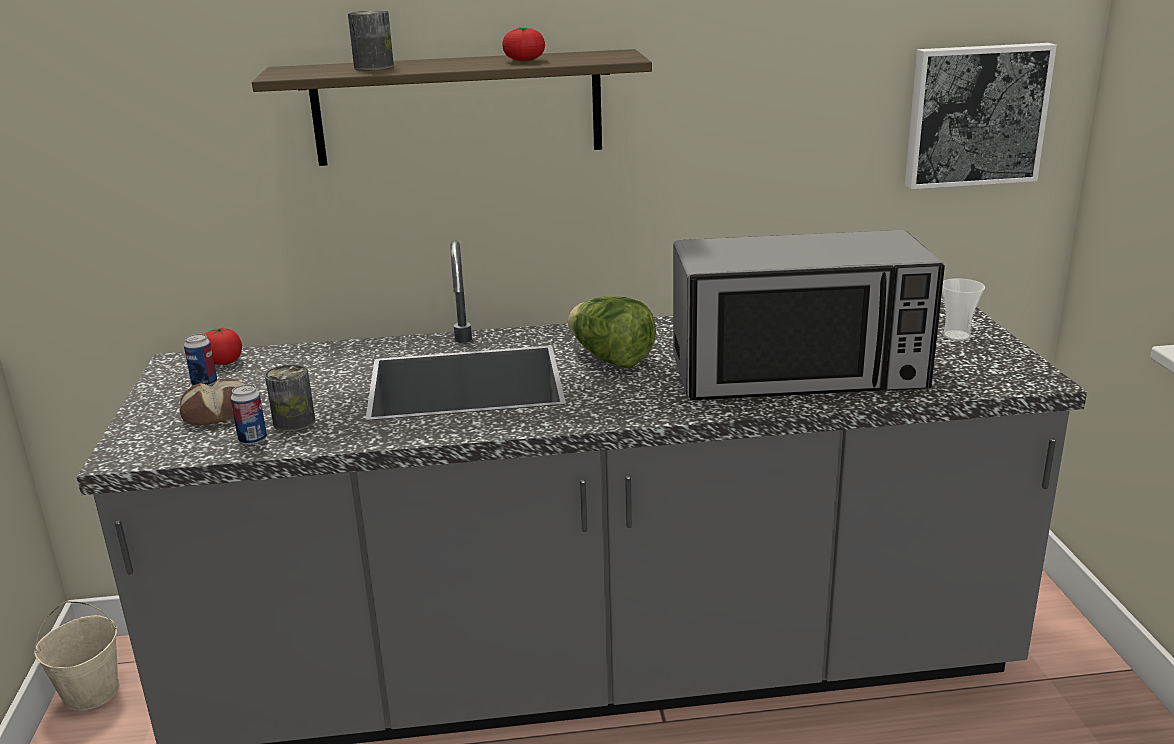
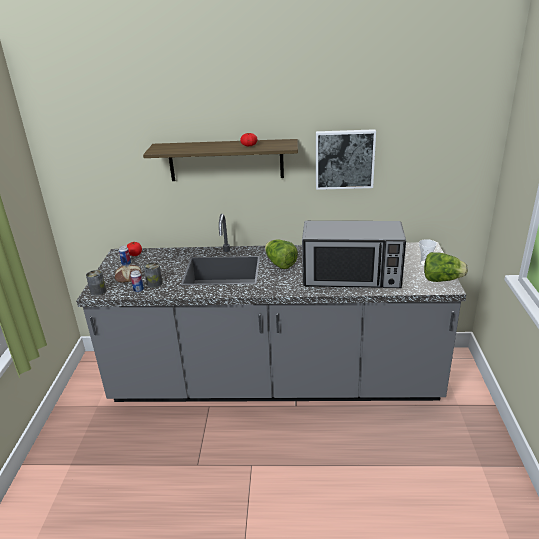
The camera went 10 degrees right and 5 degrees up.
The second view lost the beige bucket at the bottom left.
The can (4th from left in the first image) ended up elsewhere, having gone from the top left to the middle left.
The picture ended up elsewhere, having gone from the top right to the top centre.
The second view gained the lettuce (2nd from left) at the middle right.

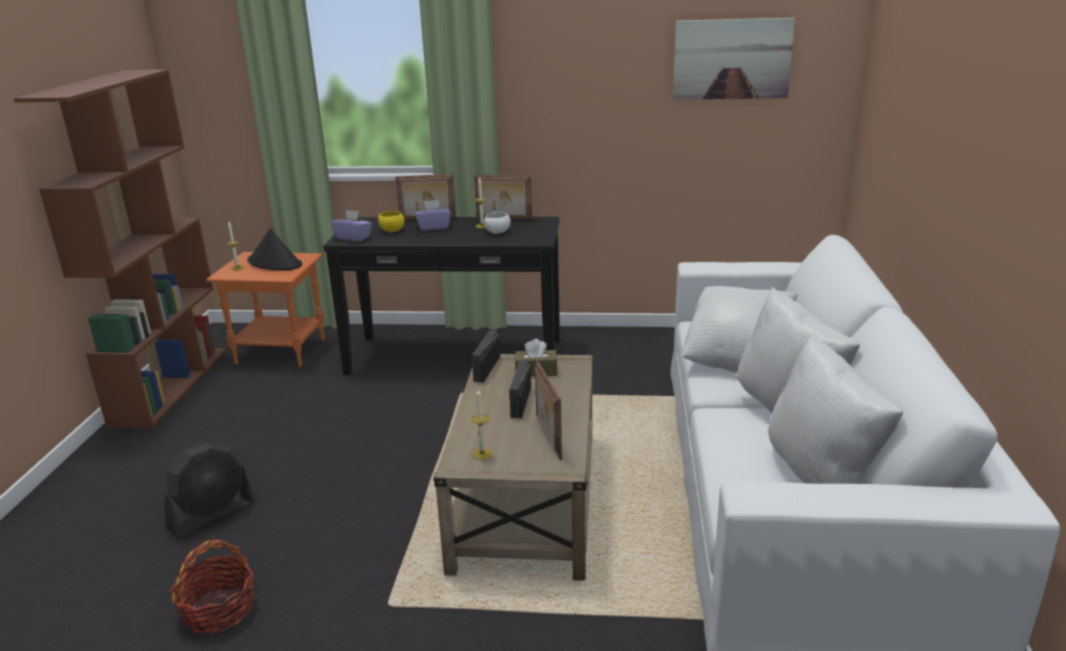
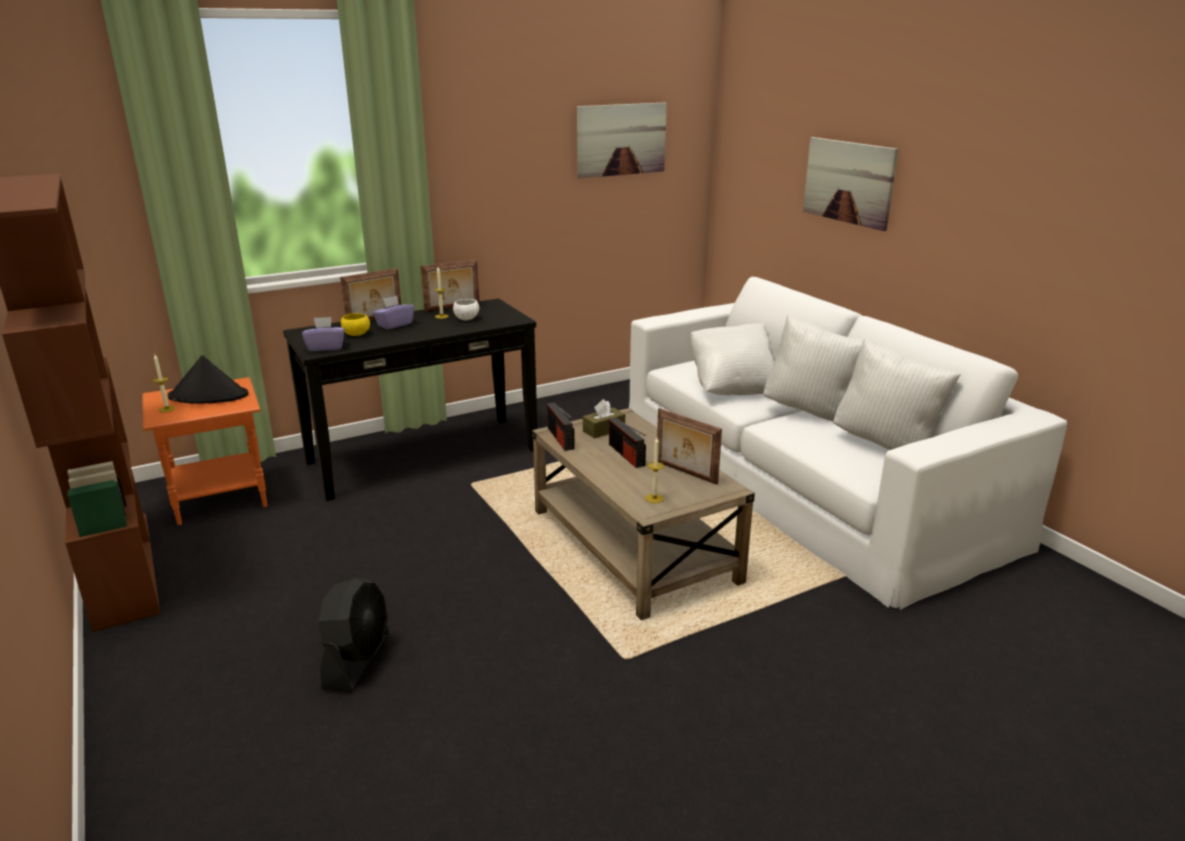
The camera went 35 degrees left and 0 degrees up.
The second view lost the basket at the bottom left.
The second view gained the picture (2nd from left) at the top right.

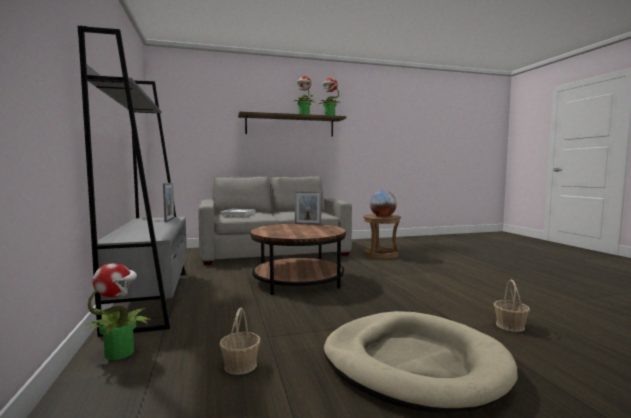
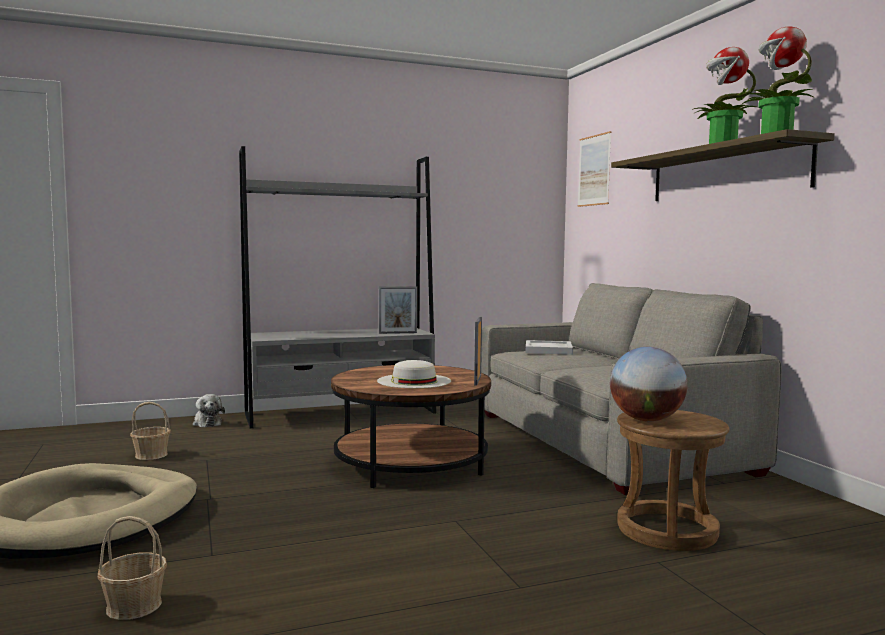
The camera went 85 degrees right and 0 degrees up.
Where the potted plant (1st from left) stood at the bottom left, the plush toy came to stand at the middle left.
The second view gained the white hat at the centre.
The second view gained the picture at the top right.

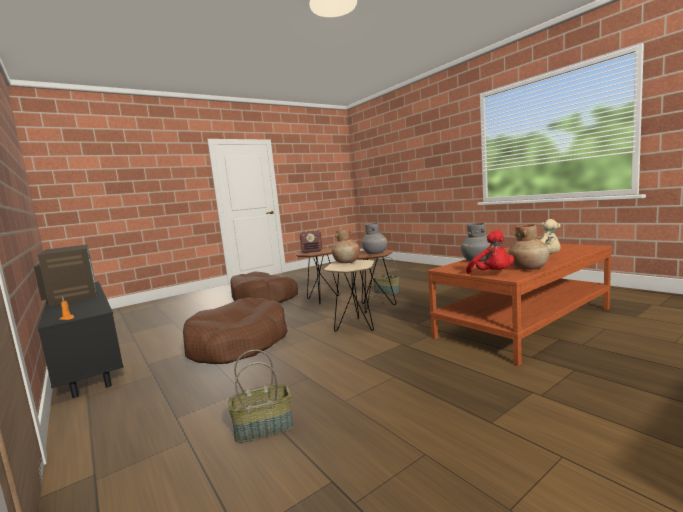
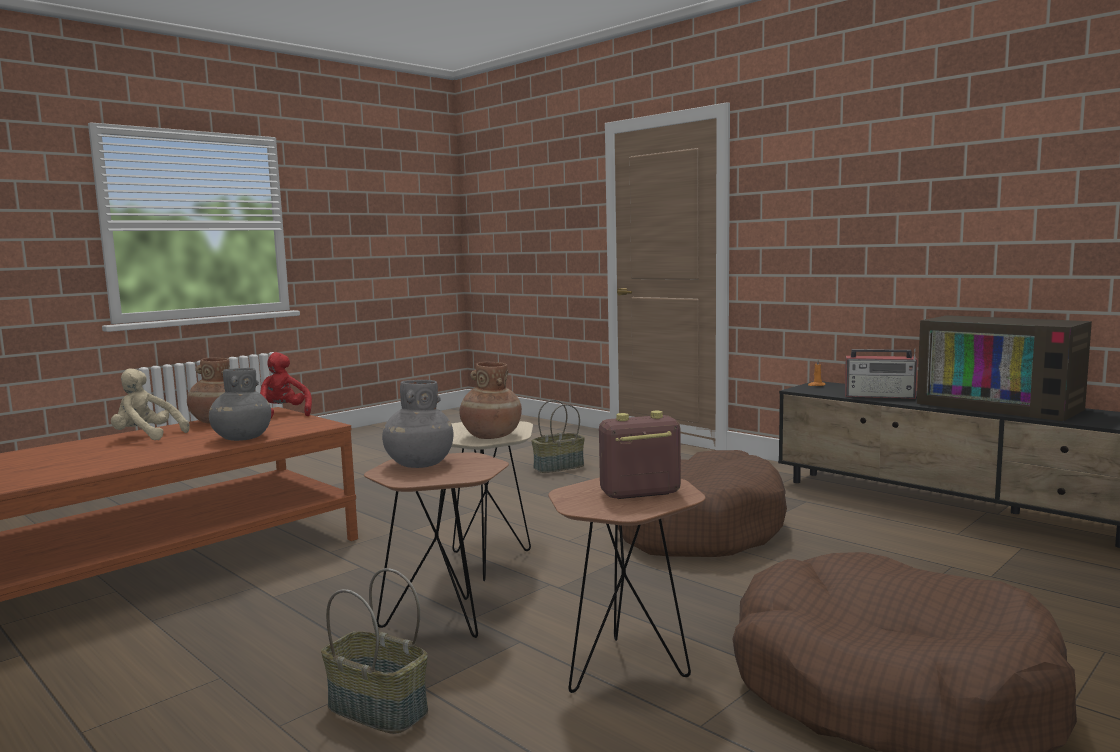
The camera went 170 degrees right and 0 degrees up.
The second view gained the radio (2nd from left) at the middle right.

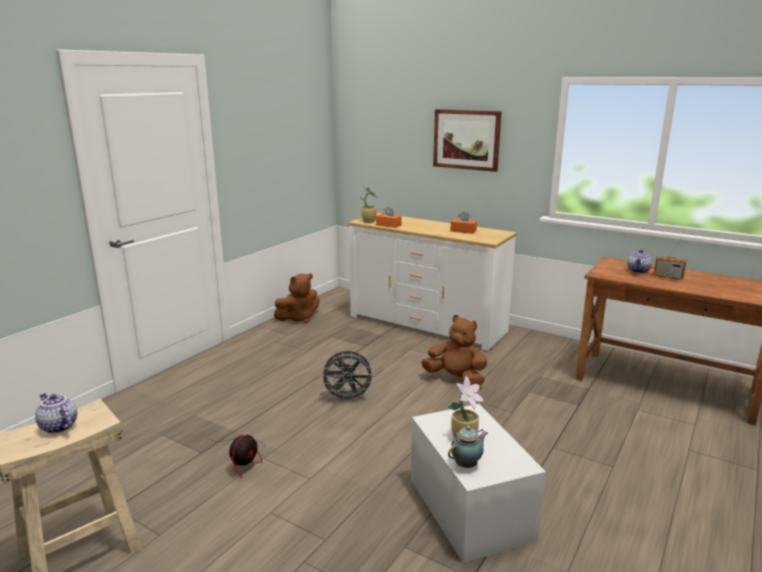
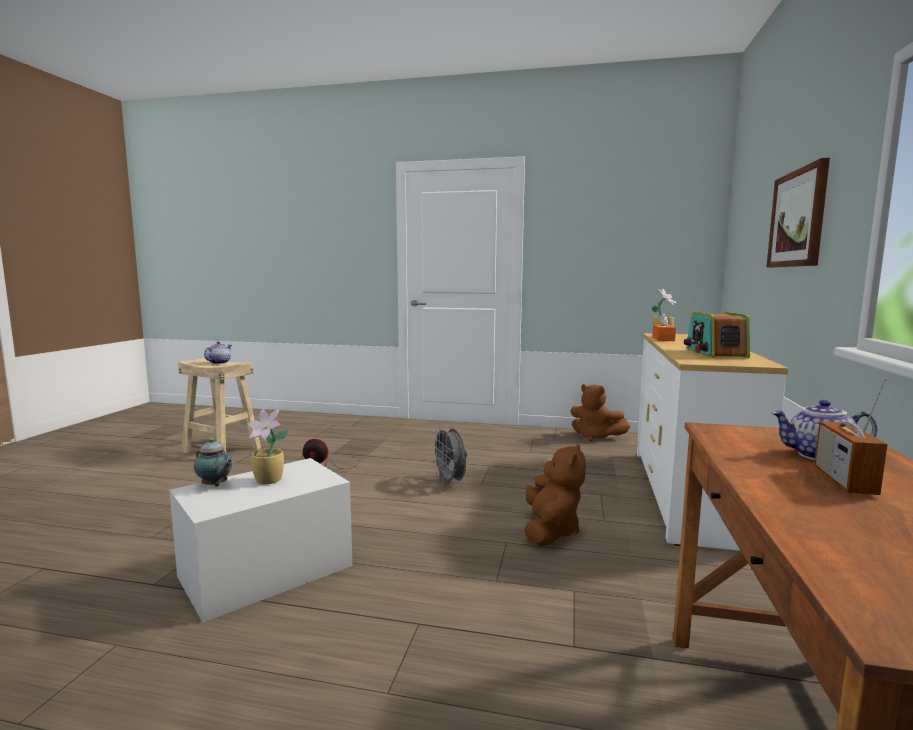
The camera went 70 degrees right and 10 degrees down.
Where the orange tissue box (2nd from left) stood at the centre, the radio (1st from left) came to stand at the middle right.

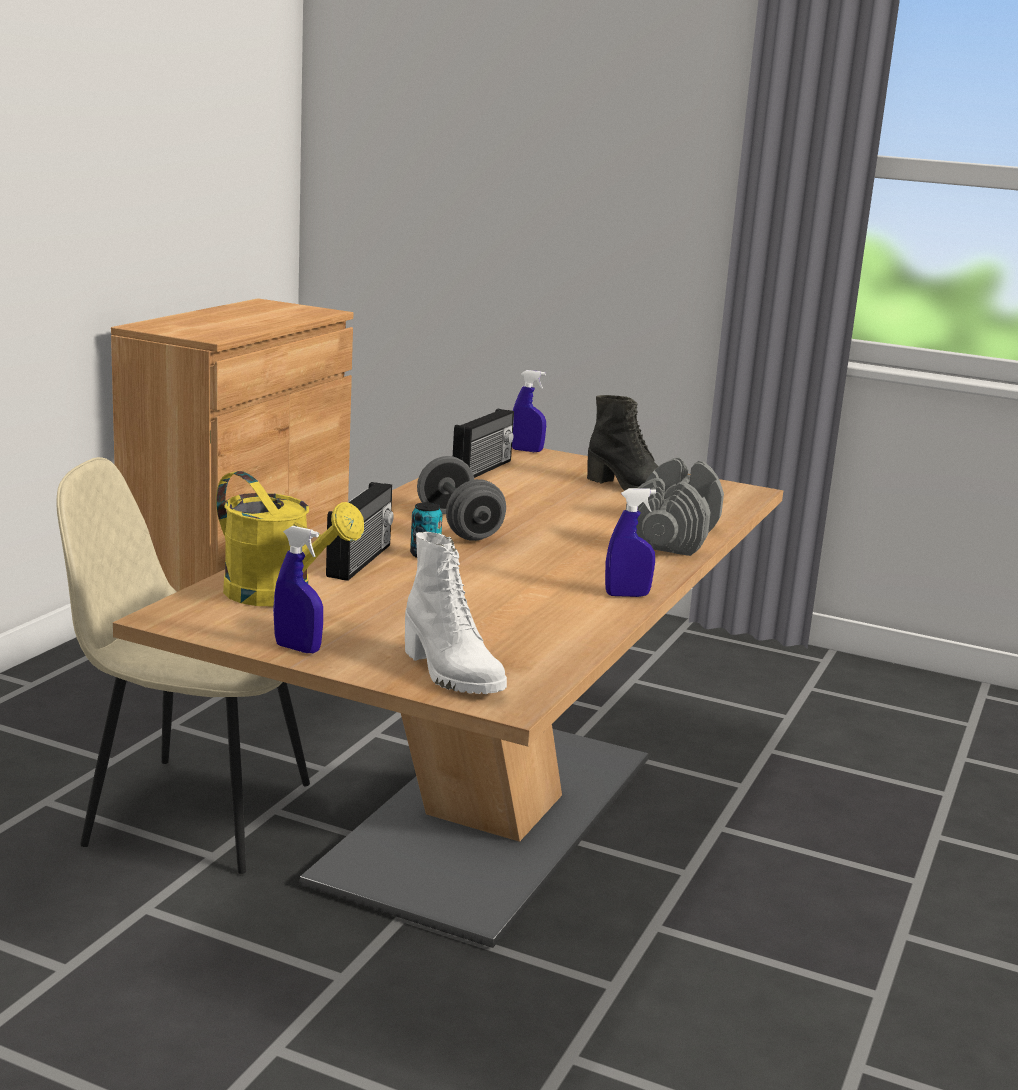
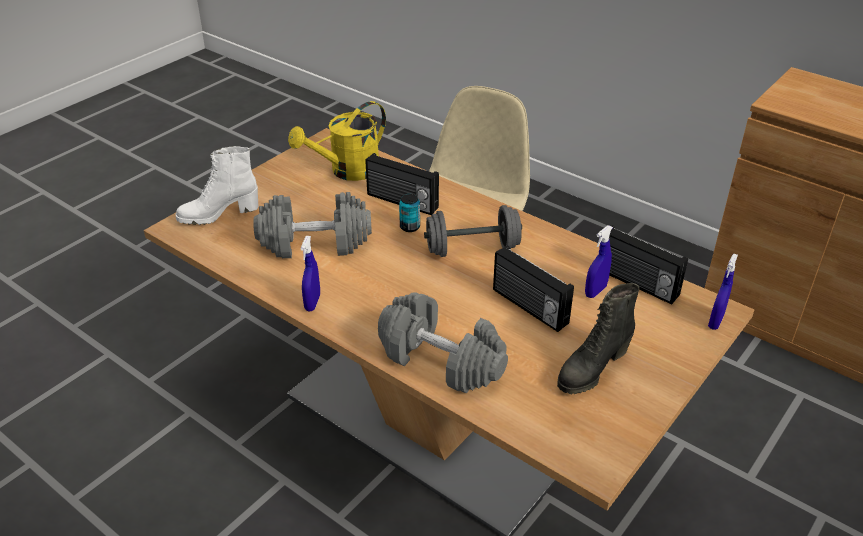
The camera went 105 degrees right and 20 degrees up.
The blue spray bottle (1st from left in the first image) ended up elsewhere, having gone from the middle left to the middle right.
The second view gained the grey dumbbell (1st from left) at the centre.
The second view gained the radio (2nd from left) at the centre.

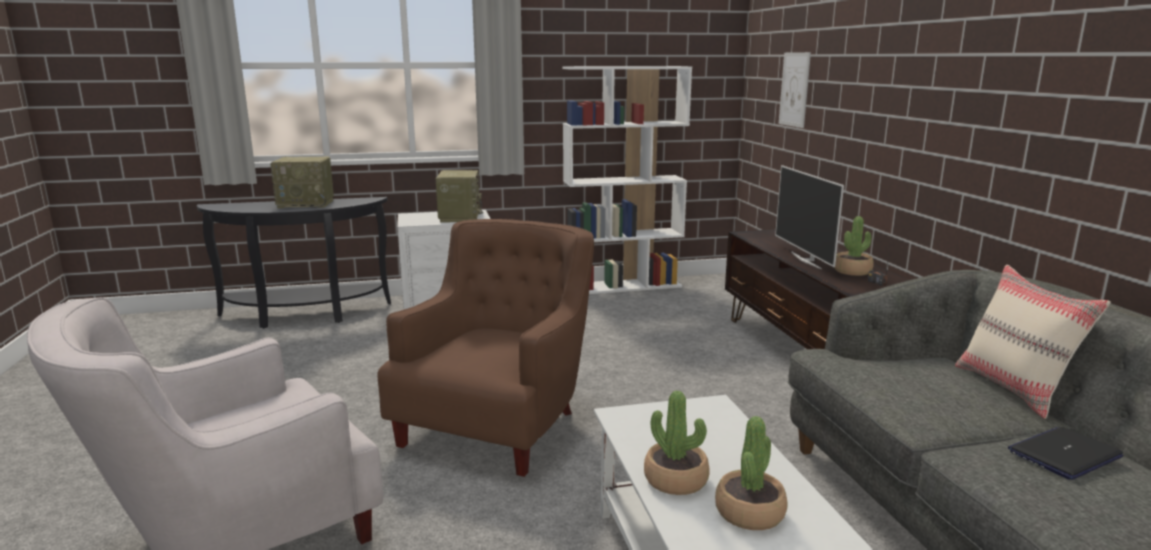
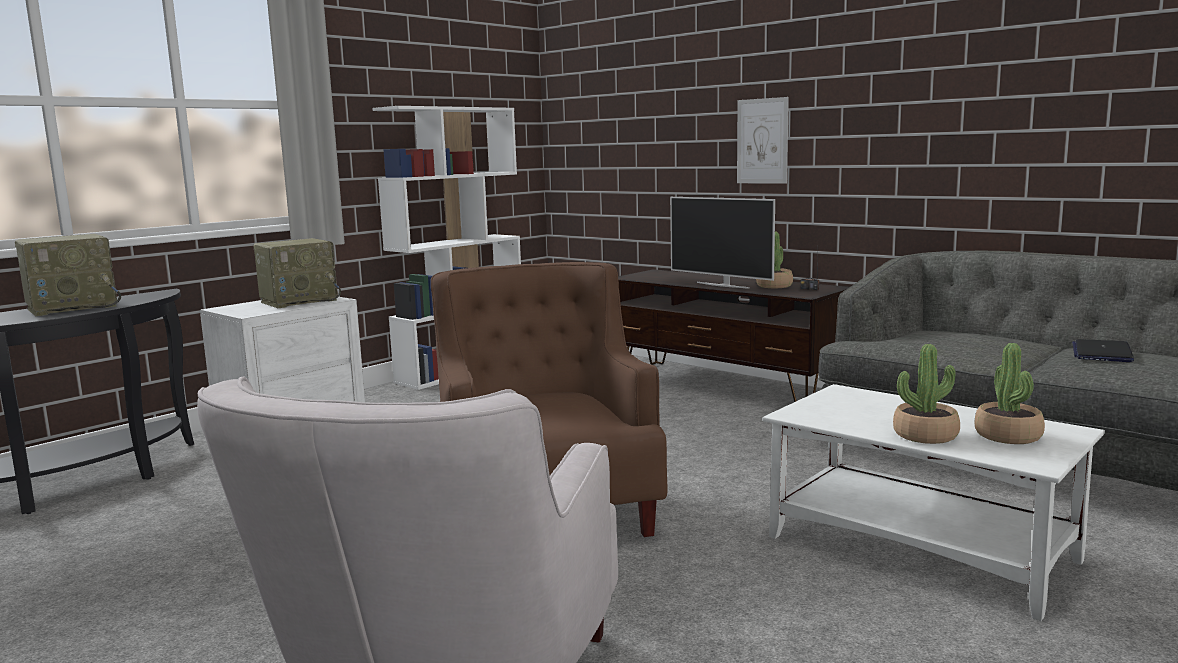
The camera went 35 degrees left and 5 degrees down.
The radio (2nd from left) at the centre ended up facing another way, 90 degrees clockwise from before.
The picture ended up elsewhere, having gone from the top right to the top centre.
The second view lost the beige pillow at the middle right.

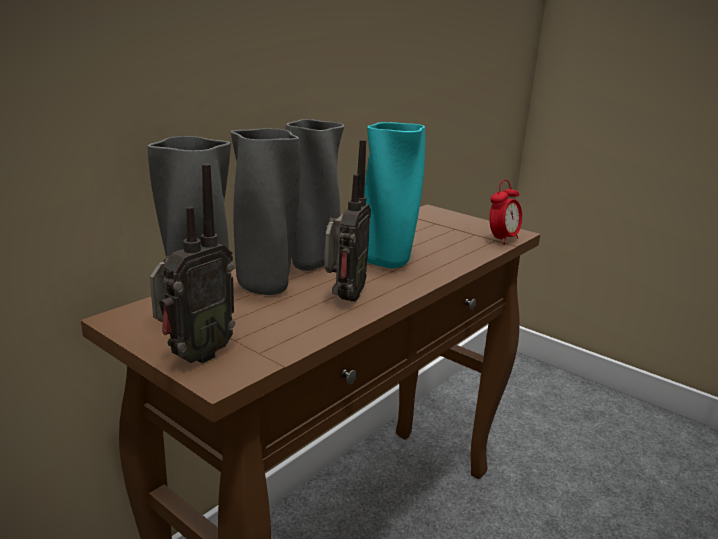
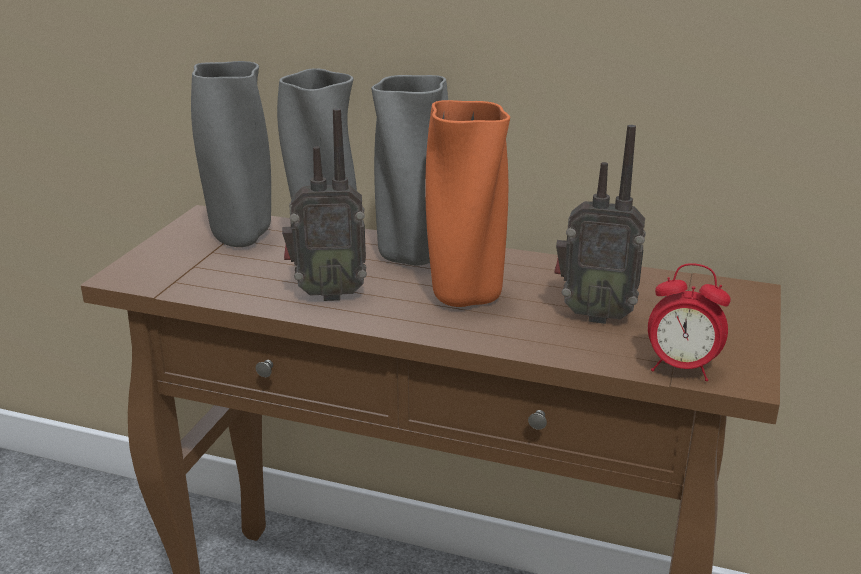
The camera went 70 degrees right and 5 degrees up.
The radio (1st from left in the first image) ended up elsewhere, having gone from the middle left to the middle right.
What was the turquoise vase at the centre turned into the orange vase at the centre.

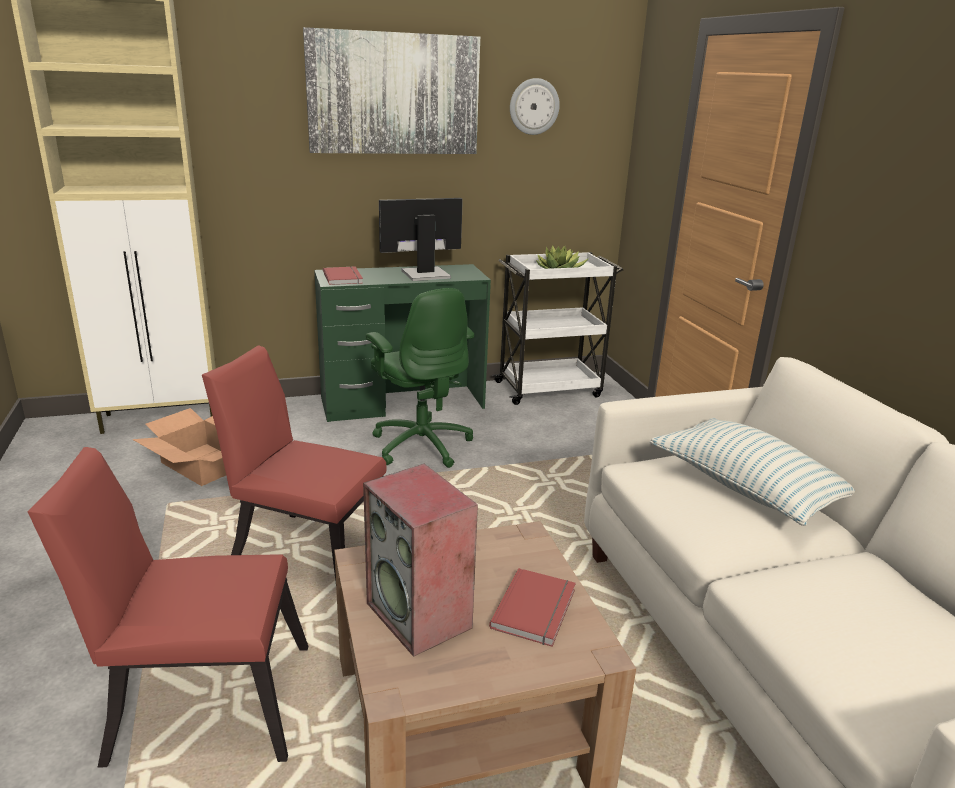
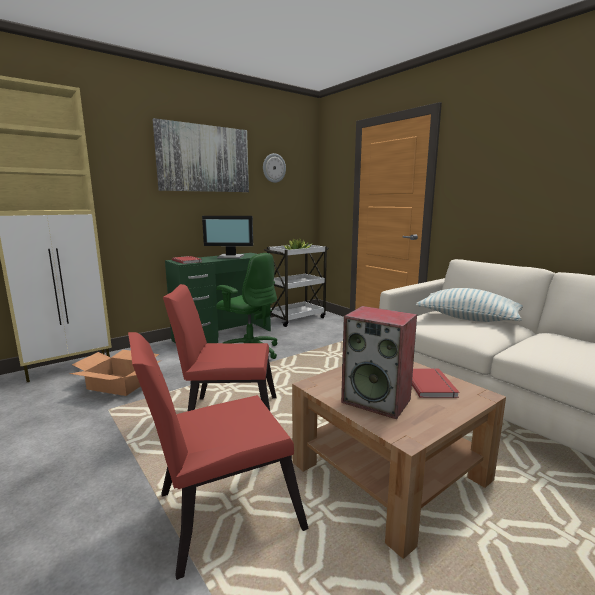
The camera went 20 degrees left and 10 degrees down.
The monitor at the top centre ended up facing another way, 135 degrees counterclockwise from before.

